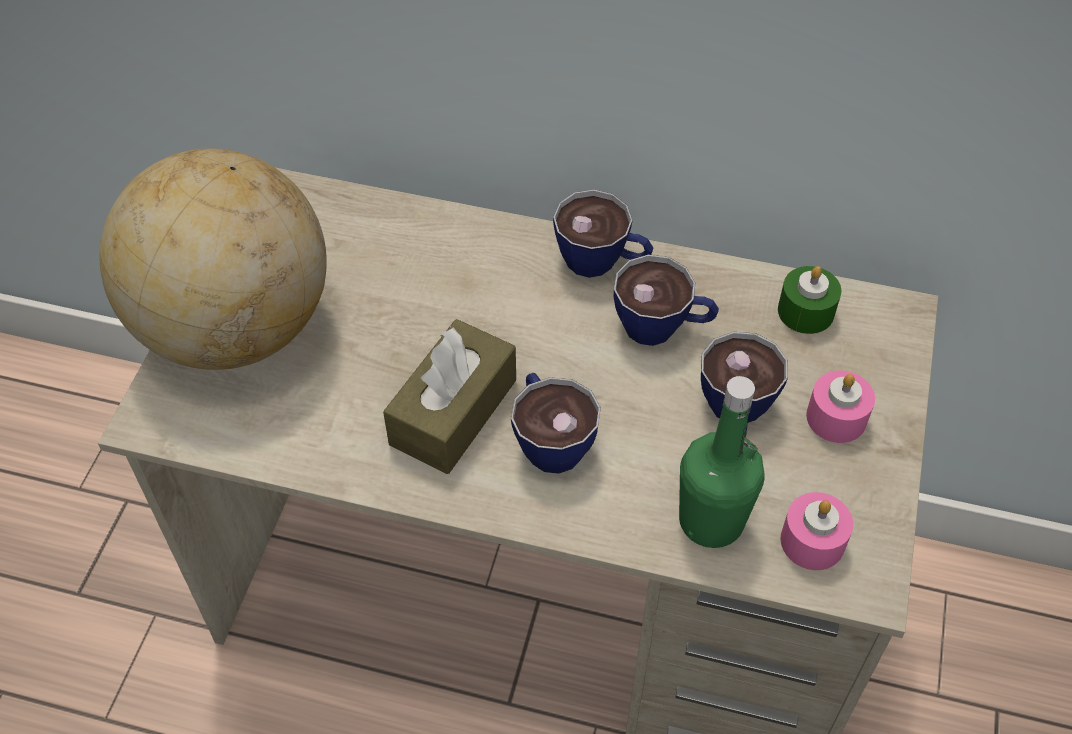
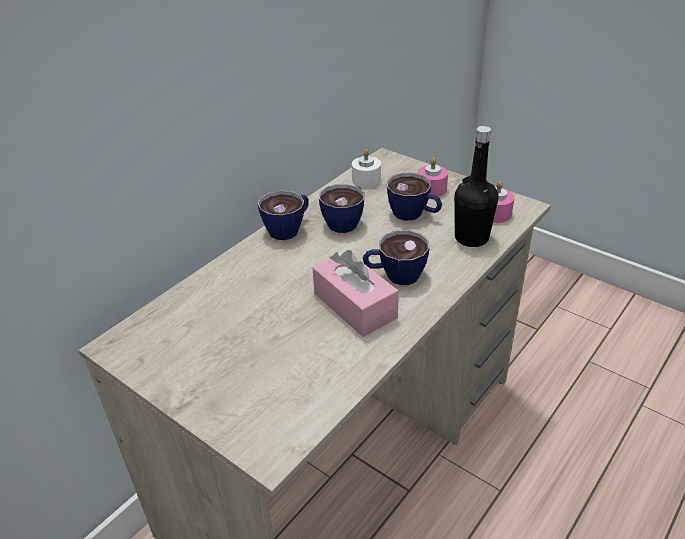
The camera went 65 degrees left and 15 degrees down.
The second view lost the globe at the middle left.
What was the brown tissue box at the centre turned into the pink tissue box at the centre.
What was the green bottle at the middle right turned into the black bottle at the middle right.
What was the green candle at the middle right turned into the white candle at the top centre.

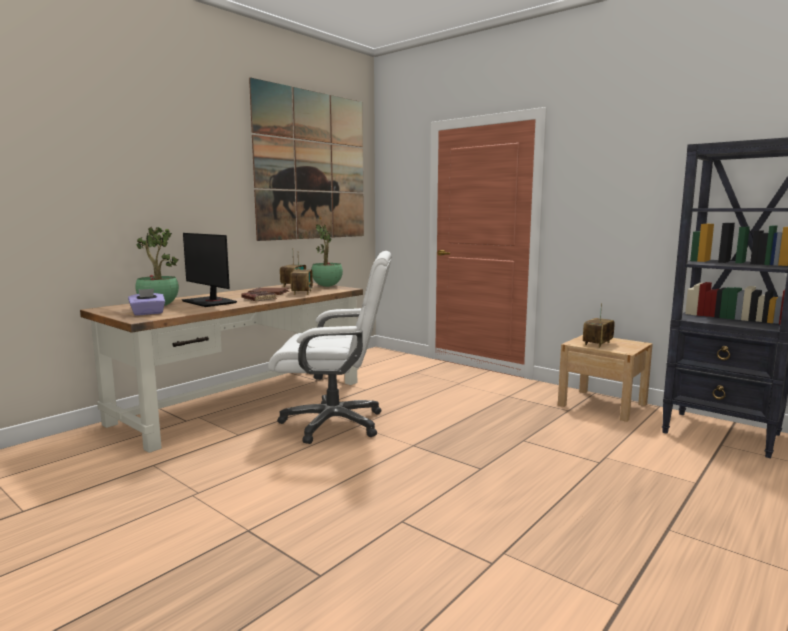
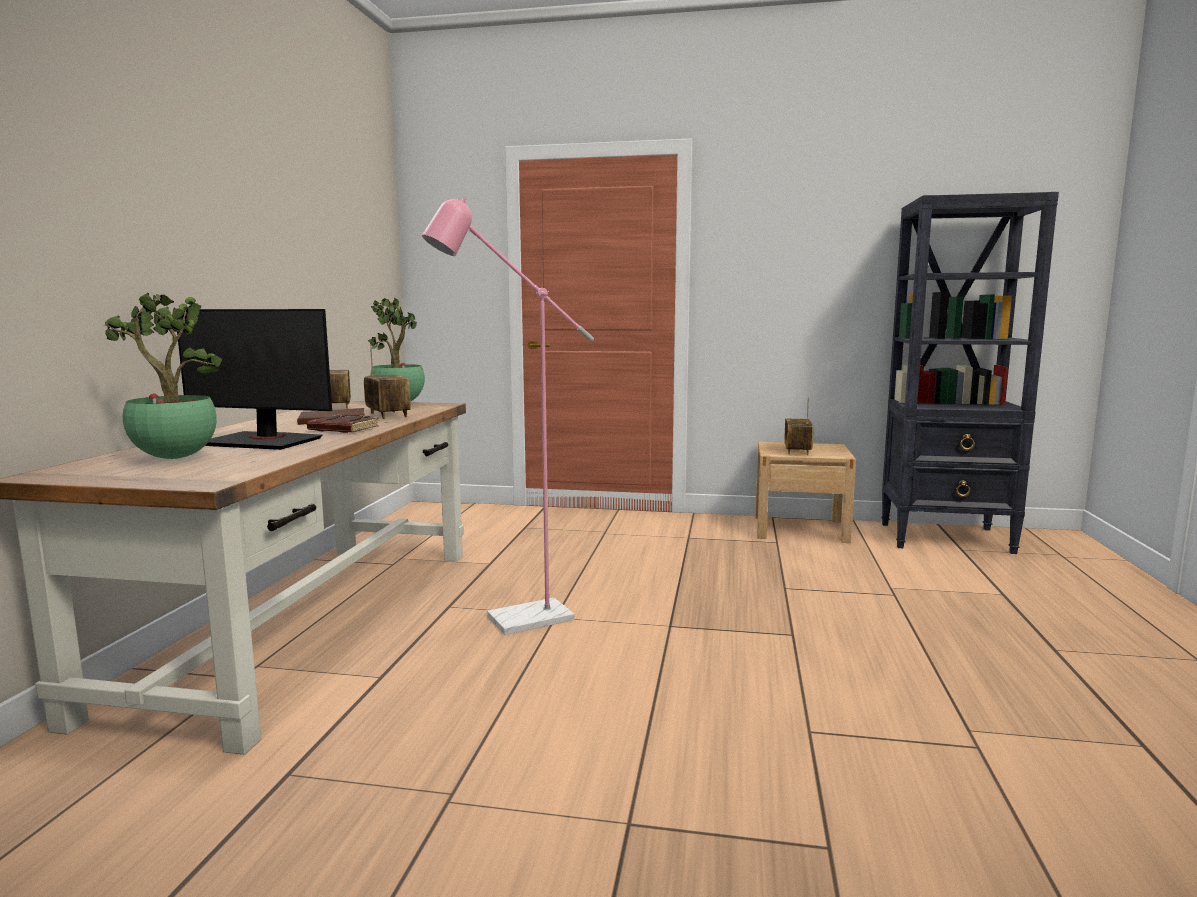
The camera went 30 degrees left and 0 degrees up.
The second view lost the purple tissue box at the middle left.
The second view lost the picture at the top centre.
Where the white office chair stood at the centre, the pink floor lamp came to stand at the centre.

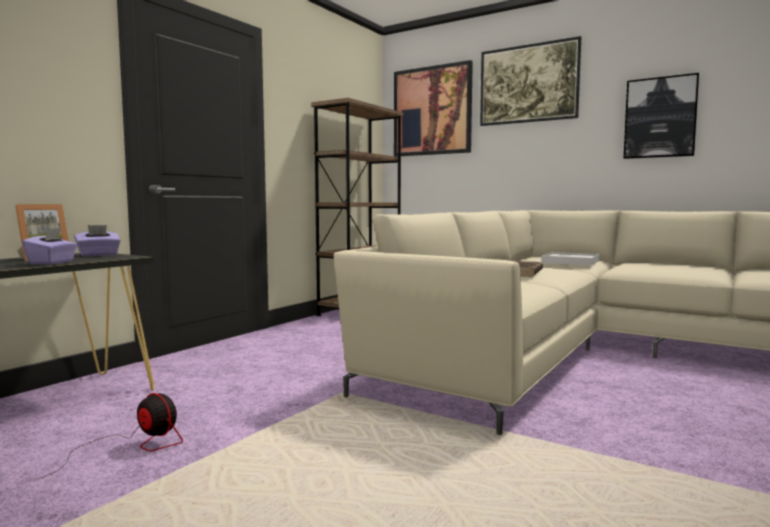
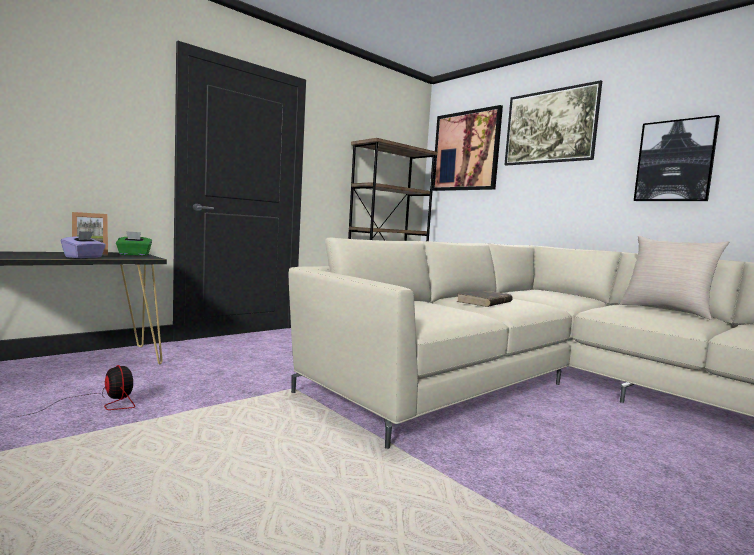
The camera went 15 degrees right and 0 degrees up.
What was the purple tissue box (2nd from left) at the middle left turned into the green tissue box at the middle left.
The second view lost the white tray at the middle right.
The second view gained the beige pillow at the middle right.

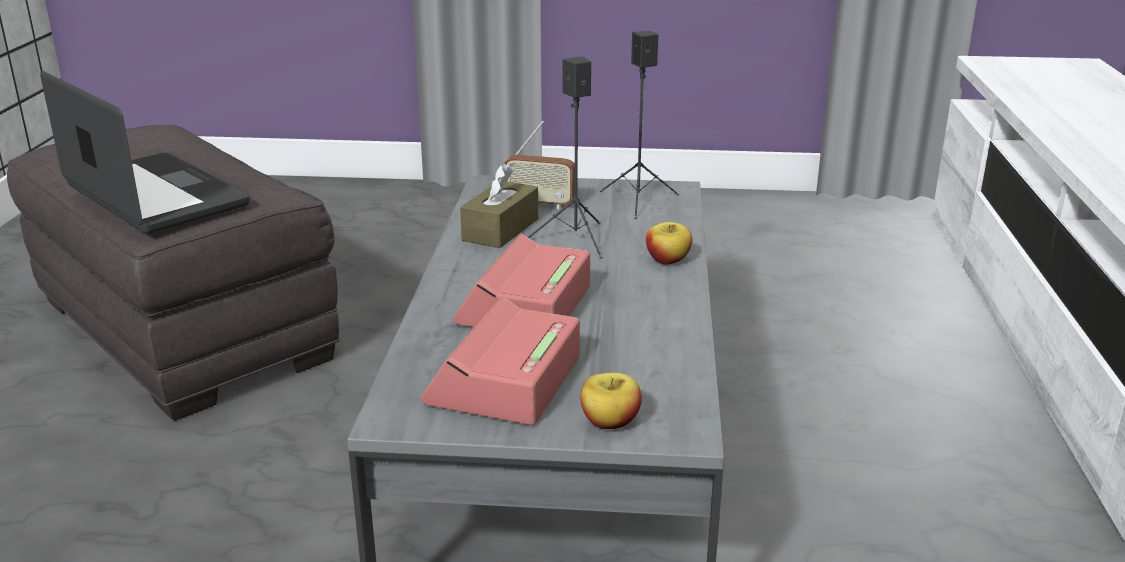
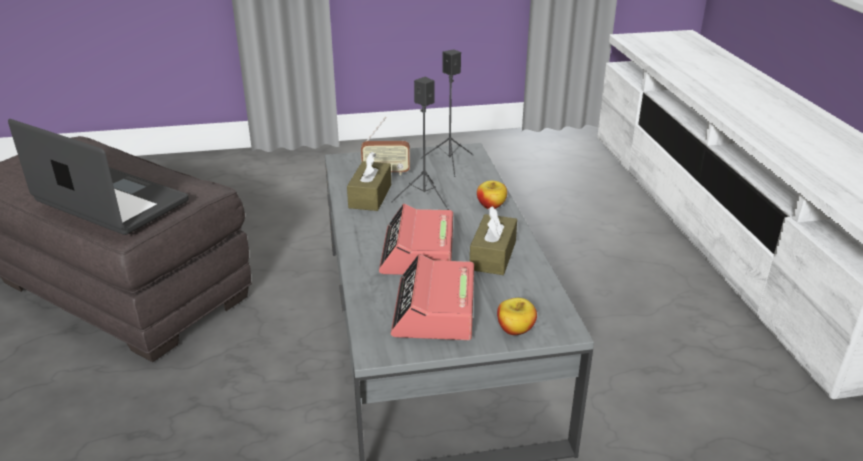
The camera went 15 degrees left and 5 degrees up.
The second view gained the brown tissue box (2nd from left) at the centre.

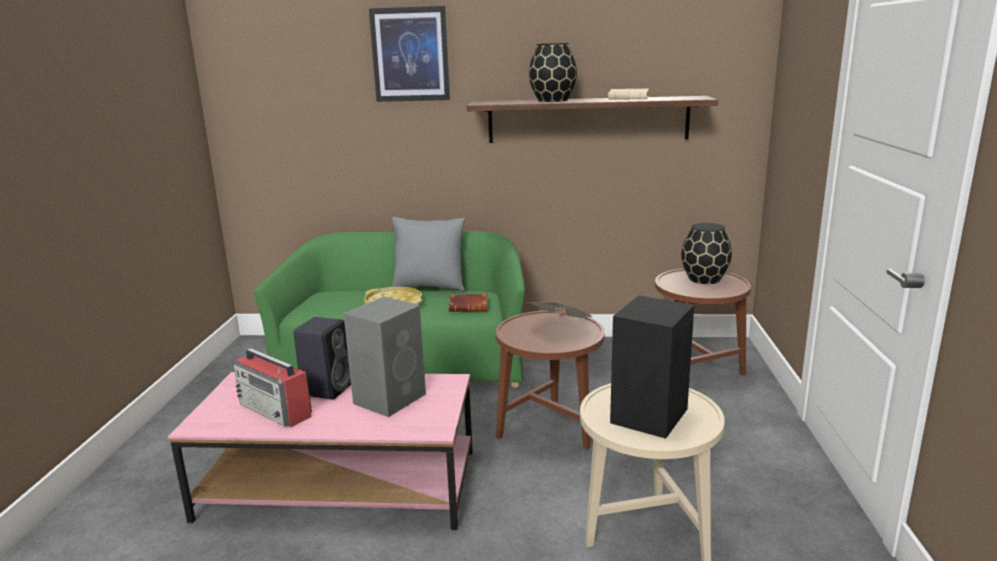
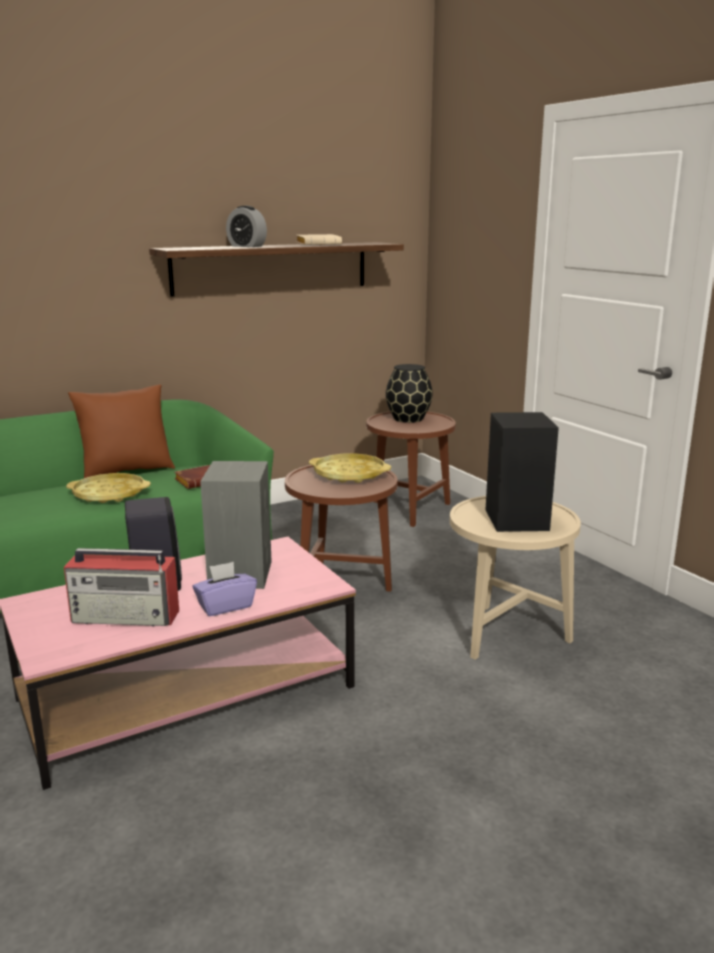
The camera went 35 degrees left and 0 degrees up.
The second view lost the picture at the top centre.
What was the grey pillow at the centre turned into the brown pillow at the middle left.
Where the newspaper stood at the centre, the yellow tray (2nd from left) came to stand at the centre.
Where the black vase (1st from left) stood at the top centre, the alarm clock came to stand at the top centre.
The second view gained the purple tissue box at the middle left.

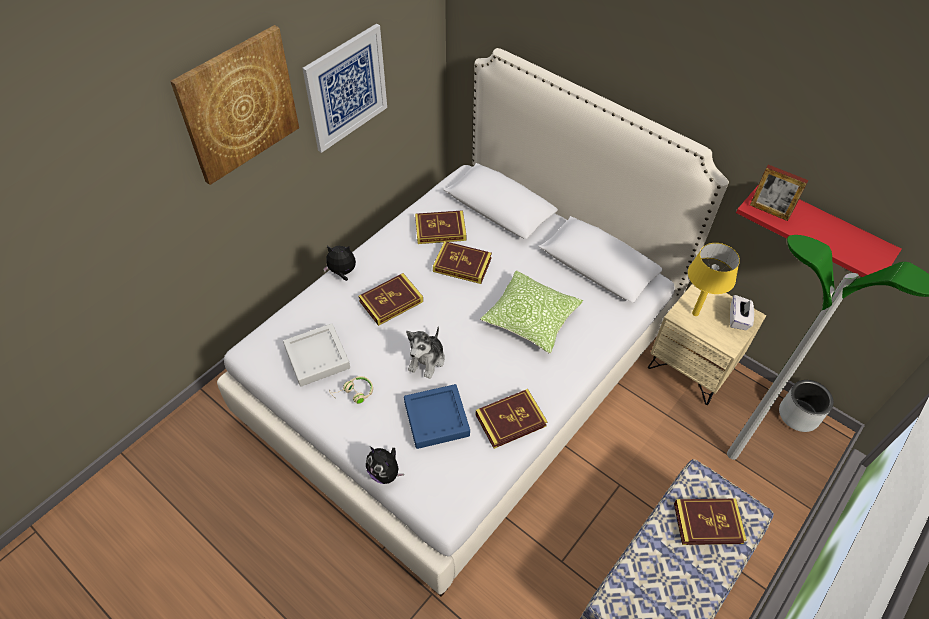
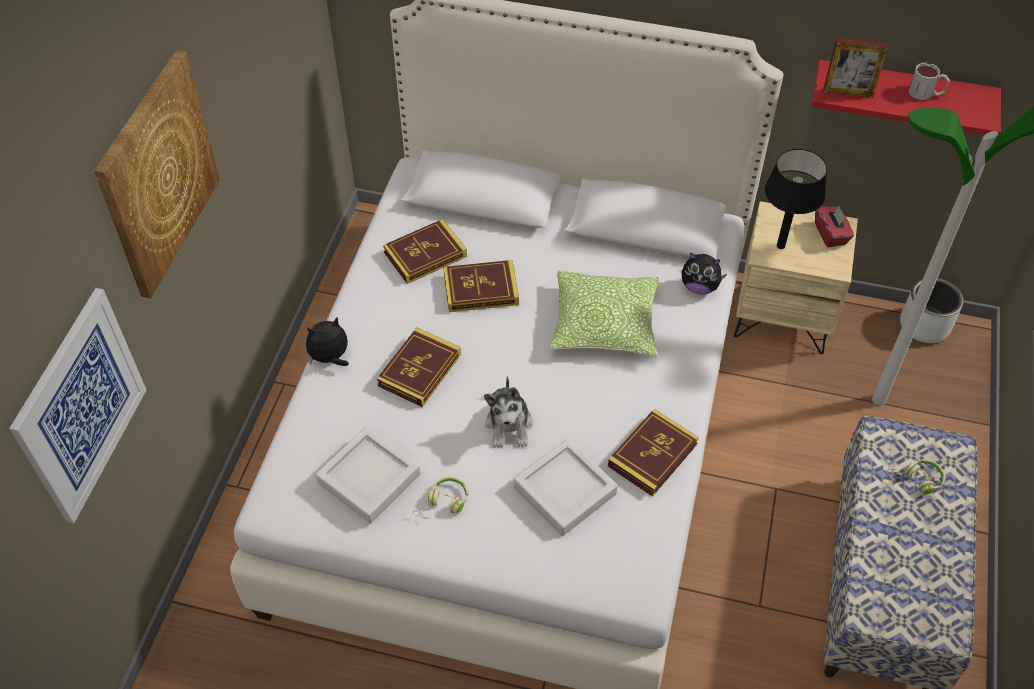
The camera went 25 degrees left and 0 degrees up.
The picture (2nd from left in the first image) ended up elsewhere, having gone from the top centre to the middle left.
The plush toy (2nd from left in the first image) ended up elsewhere, having gone from the bottom centre to the middle right.
What was the blue tray at the bottom centre turned into the grey tray (2nd from left) at the bottom centre.
Where the book (5th from left) stood at the bottom right, the beige headphones (2nd from left) came to stand at the bottom right.
What was the yellow table lamp at the middle right turned into the black table lamp at the top right.
What was the white tissue box at the middle right turned into the red tissue box at the top right.
The second view gained the mug at the top right.

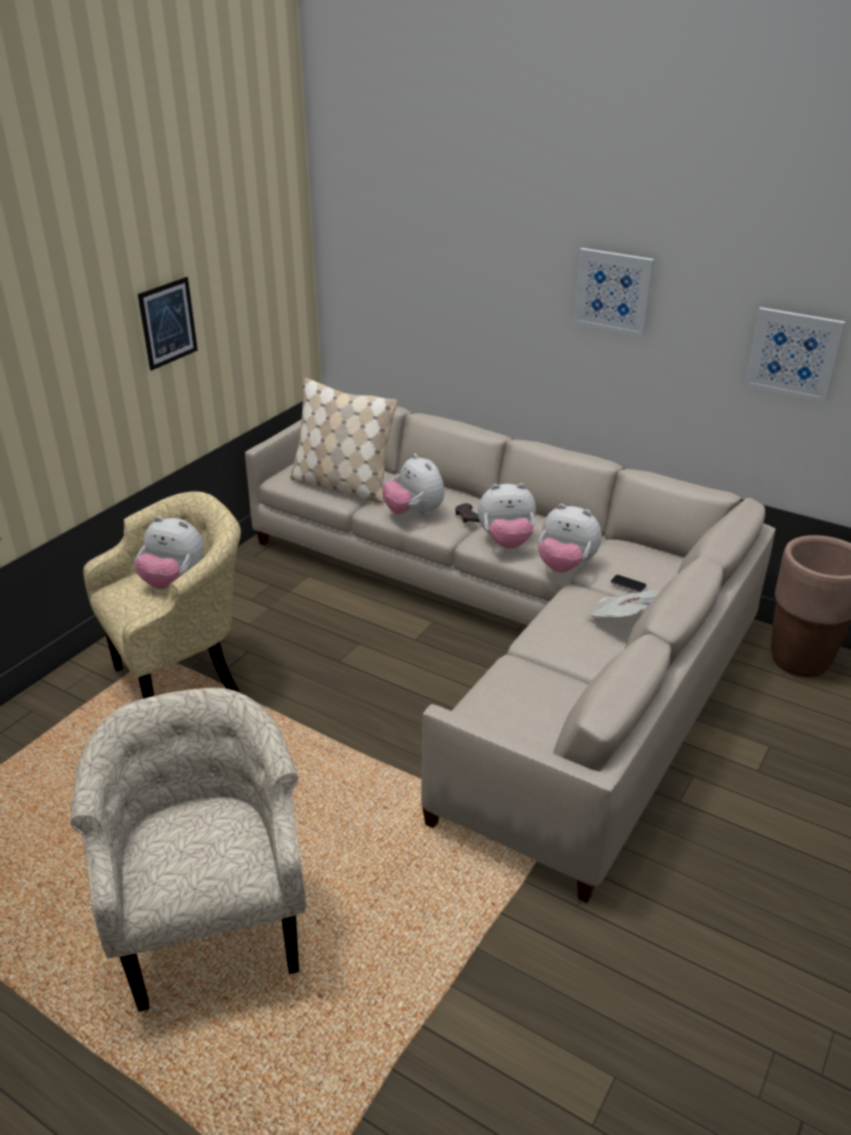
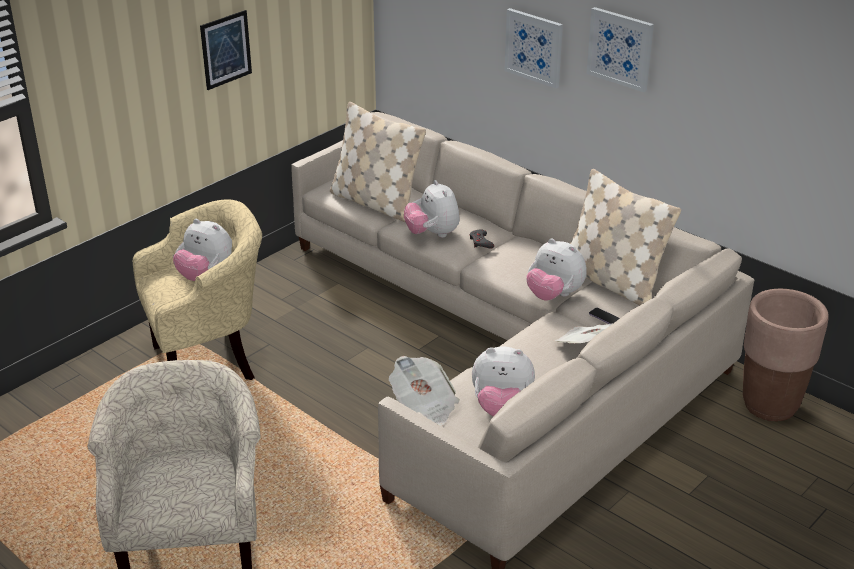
The camera went 10 degrees right and 0 degrees up.
The plush toy (3rd from left) ended up elsewhere, having gone from the centre to the bottom centre.
The picture (3rd from left in the first image) ended up elsewhere, having gone from the top right to the top centre.
The second view gained the newspaper (1st from left) at the bottom centre.
The second view gained the beige pillow (2nd from left) at the middle right.

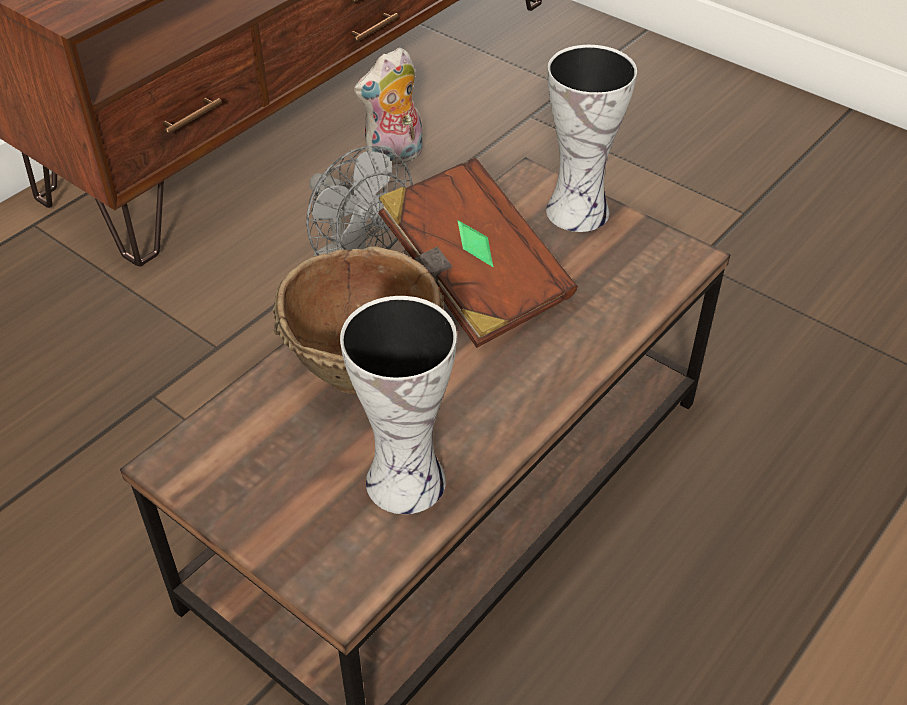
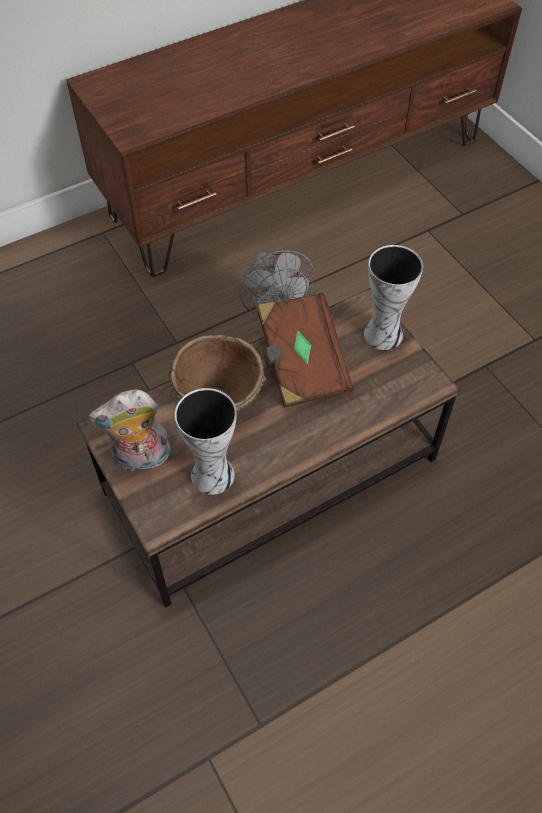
The camera went 20 degrees right and 10 degrees up.
The plush toy ended up elsewhere, having gone from the top centre to the middle left.

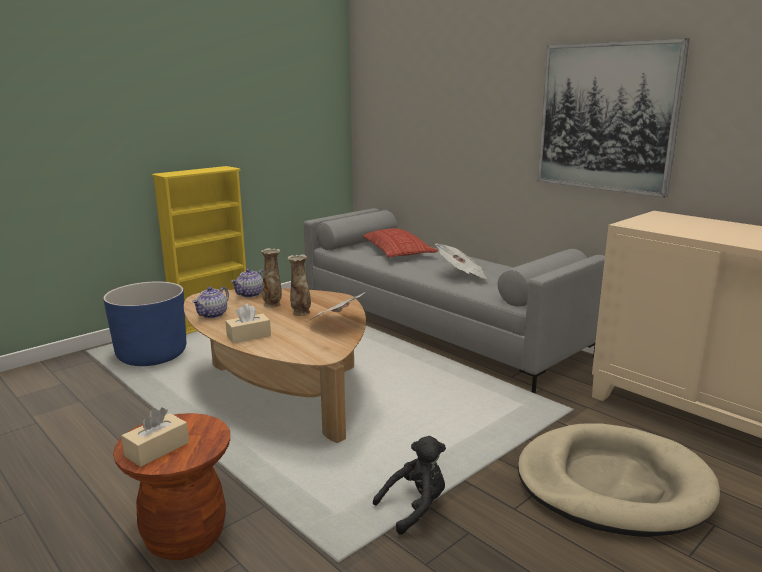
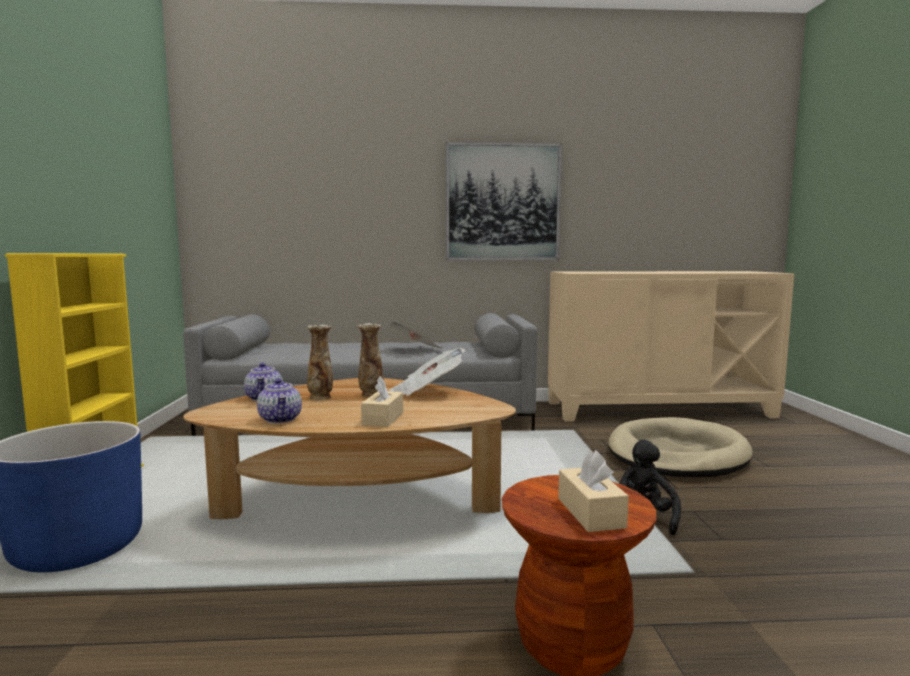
The camera went 50 degrees left and 10 degrees down.
The second view lost the pillow at the centre.

